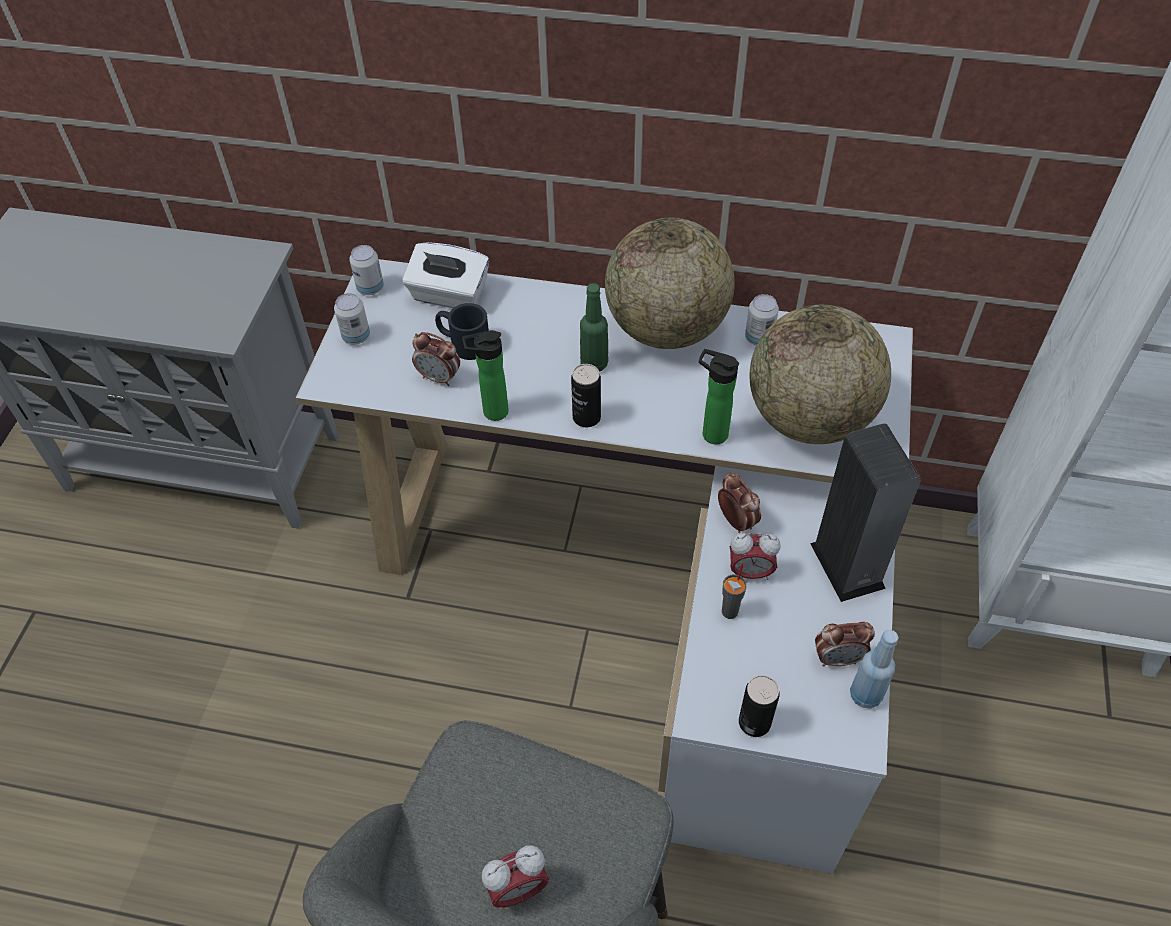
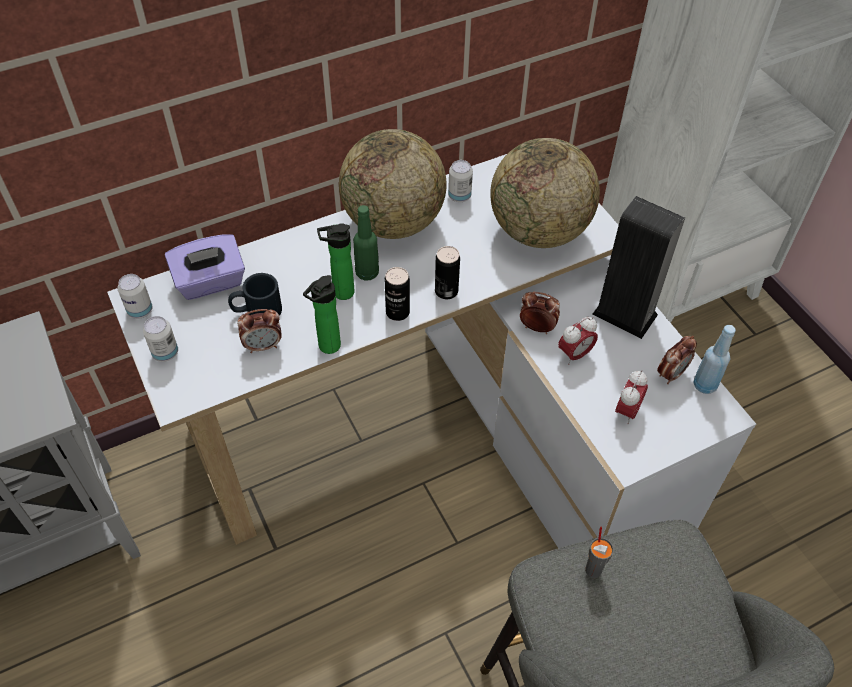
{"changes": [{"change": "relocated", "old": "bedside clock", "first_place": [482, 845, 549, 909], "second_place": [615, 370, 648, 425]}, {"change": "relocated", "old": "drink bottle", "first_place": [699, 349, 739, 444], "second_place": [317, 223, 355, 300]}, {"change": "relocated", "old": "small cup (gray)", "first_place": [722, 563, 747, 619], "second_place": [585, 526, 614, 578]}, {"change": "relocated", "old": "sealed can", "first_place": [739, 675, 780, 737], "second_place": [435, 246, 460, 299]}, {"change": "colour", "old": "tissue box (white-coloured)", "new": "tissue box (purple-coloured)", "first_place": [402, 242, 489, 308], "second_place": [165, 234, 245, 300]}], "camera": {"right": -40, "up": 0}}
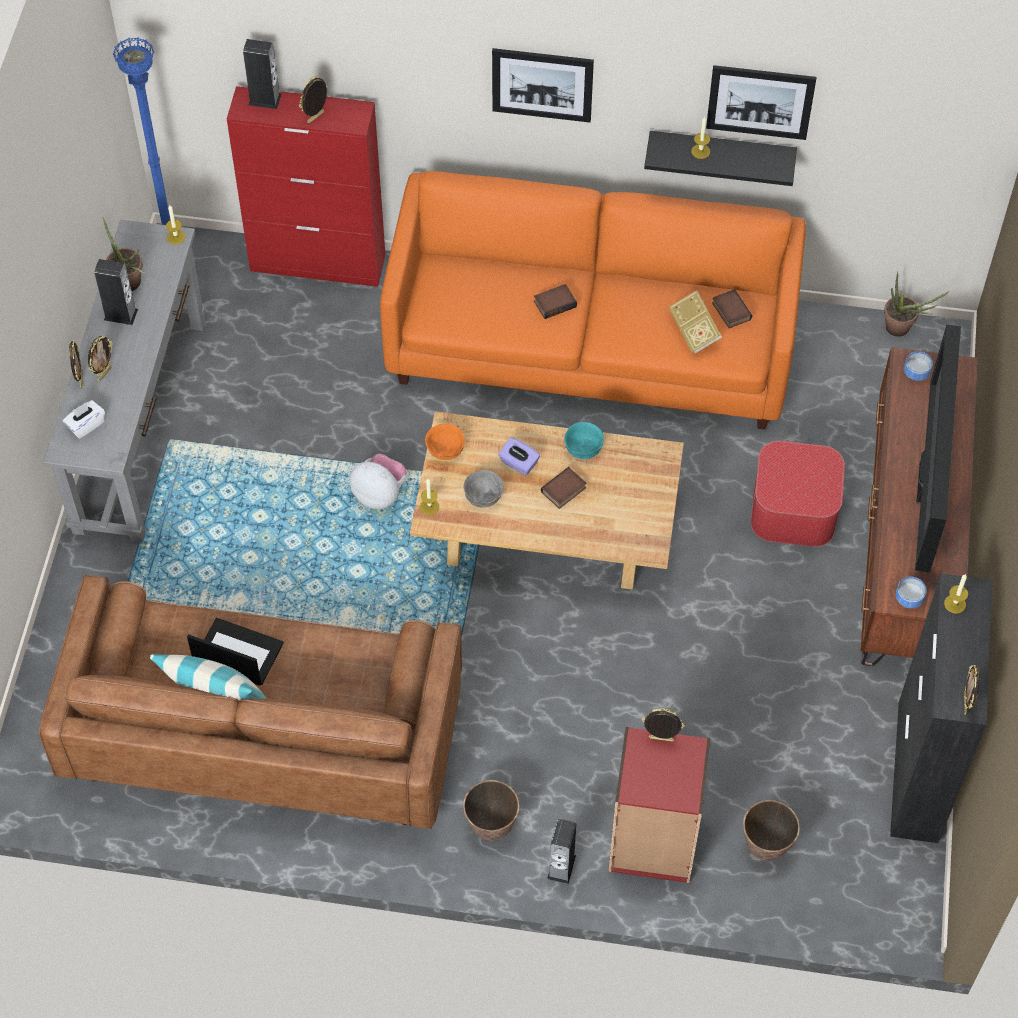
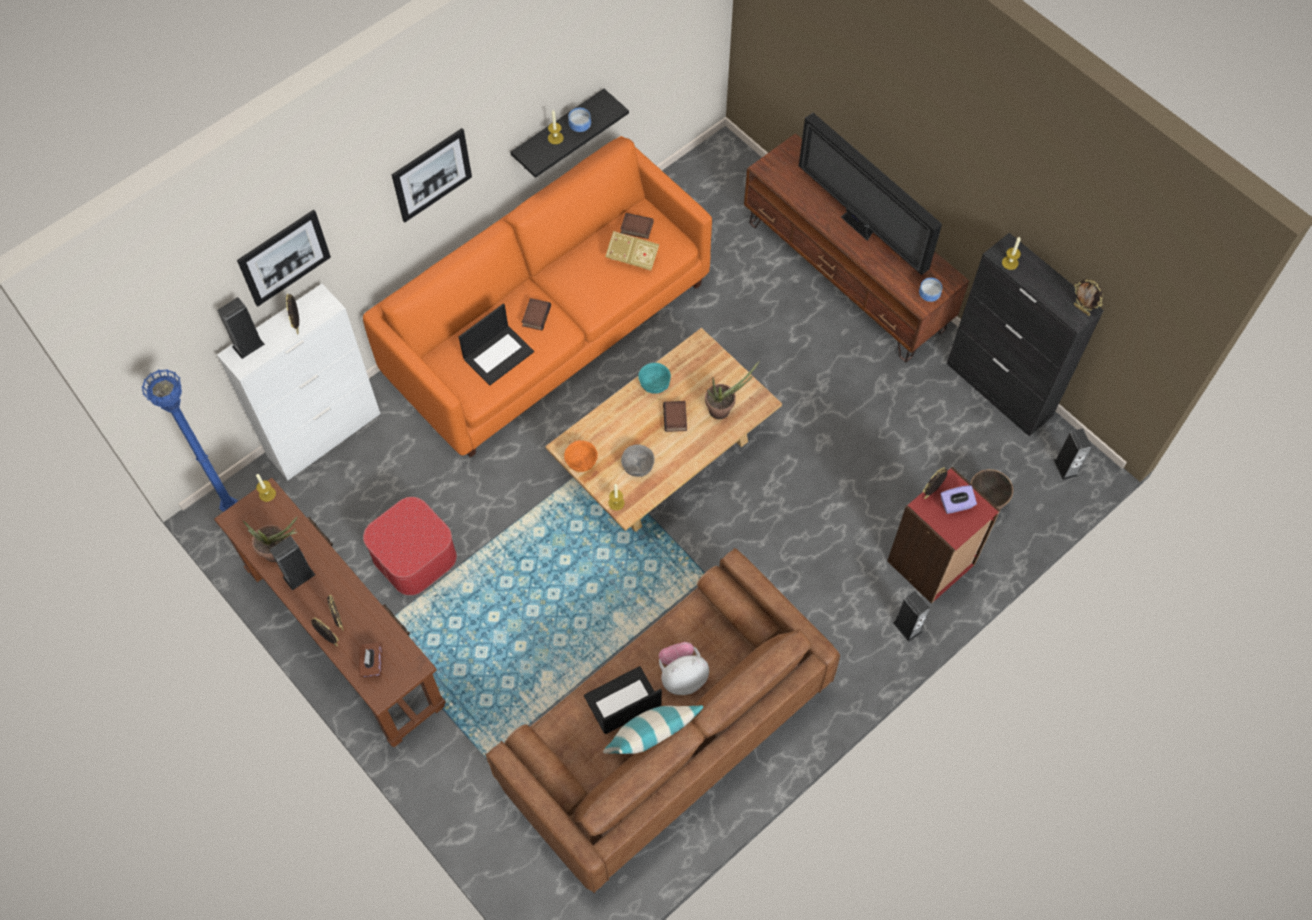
{"changes": [{"change": "missing", "old": "planter", "first_place": [463, 780, 520, 841]}, {"change": "appeared", "new": "notebook computer", "second_place": [459, 304, 534, 386]}, {"change": "appeared", "new": "loudspeaker", "second_place": [1054, 429, 1092, 480]}, {"change": "relocated", "old": "soft toy", "first_place": [350, 454, 406, 509], "second_place": [659, 642, 709, 695]}, {"change": "relocated", "old": "tissue box (purple-coloured)", "first_place": [498, 437, 540, 476], "second_place": [940, 485, 977, 514]}, {"change": "relocated", "old": "picture", "first_place": [706, 65, 816, 140], "second_place": [237, 210, 331, 307]}, {"change": "relocated", "old": "ottoman", "first_place": [751, 441, 845, 547], "second_place": [363, 497, 457, 595]}, {"change": "relocated", "old": "plant in a pot", "first_place": [884, 272, 950, 337], "second_place": [705, 360, 760, 419]}, {"change": "relocated", "old": "bowl", "first_place": [904, 351, 933, 381], "second_place": [568, 108, 591, 132]}, {"change": "colour", "old": "hall table (gray)", "new": "hall table (brown-coloured)", "first_place": [43, 220, 206, 542], "second_place": [214, 478, 446, 747]}, {"change": "colour", "old": "tissue box (white-coloured)", "new": "tissue box (brown-coloured)", "first_place": [63, 400, 105, 439], "second_place": [359, 642, 383, 678]}, {"change": "colour", "old": "cupboard (red)", "new": "cupboard (white-coloured)", "first_place": [227, 86, 385, 287], "second_place": [217, 284, 380, 480]}], "camera": {"right": -50, "up": 5}}
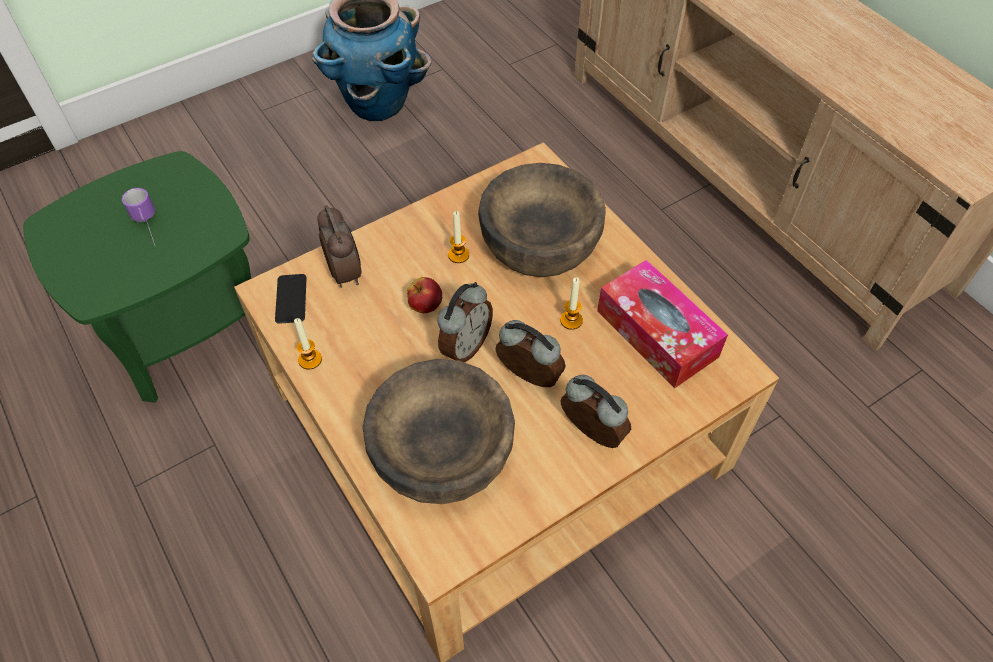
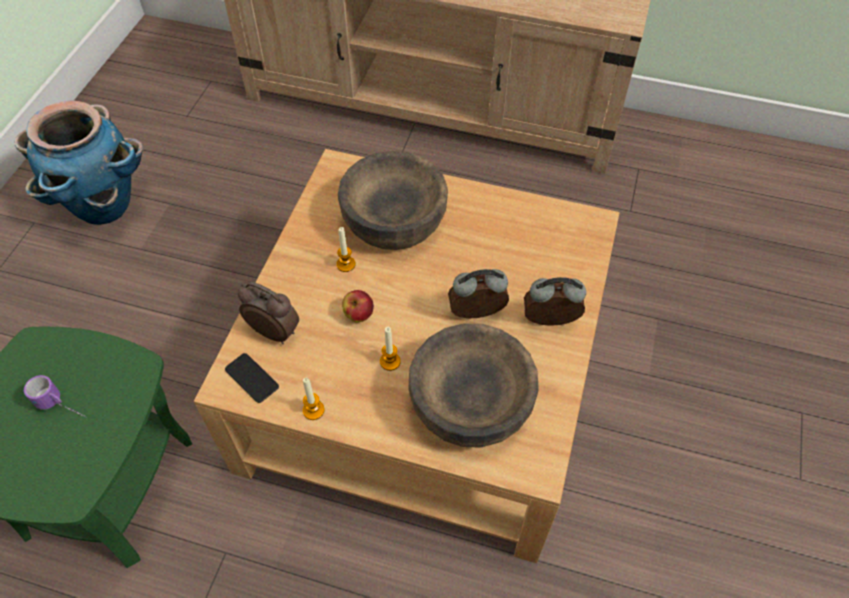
{"changes": [{"change": "missing", "old": "bedside clock", "first_place": [437, 282, 493, 362]}, {"change": "missing", "old": "tissue box", "first_place": [597, 260, 728, 388]}, {"change": "relocated", "old": "candle", "first_place": [560, 277, 583, 330], "second_place": [380, 327, 401, 371]}], "camera": {"right": -40, "up": 0}}
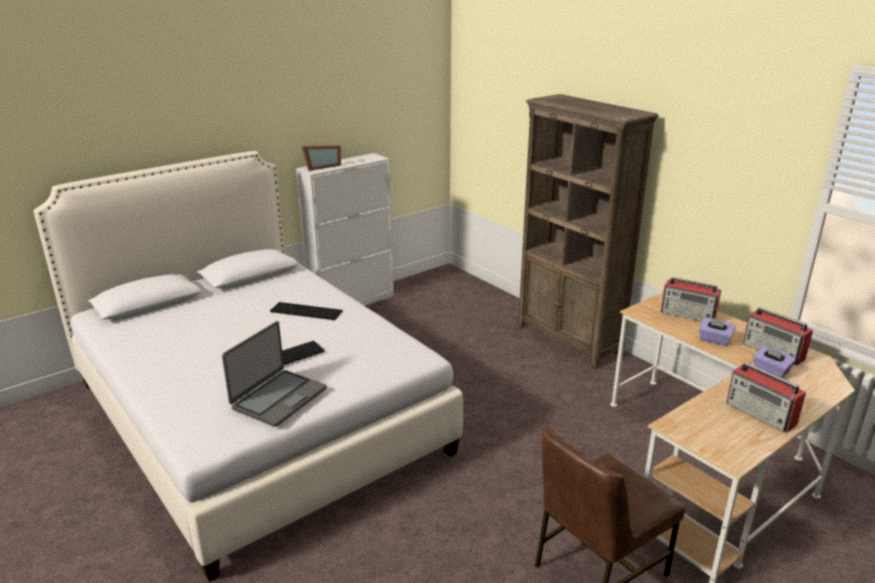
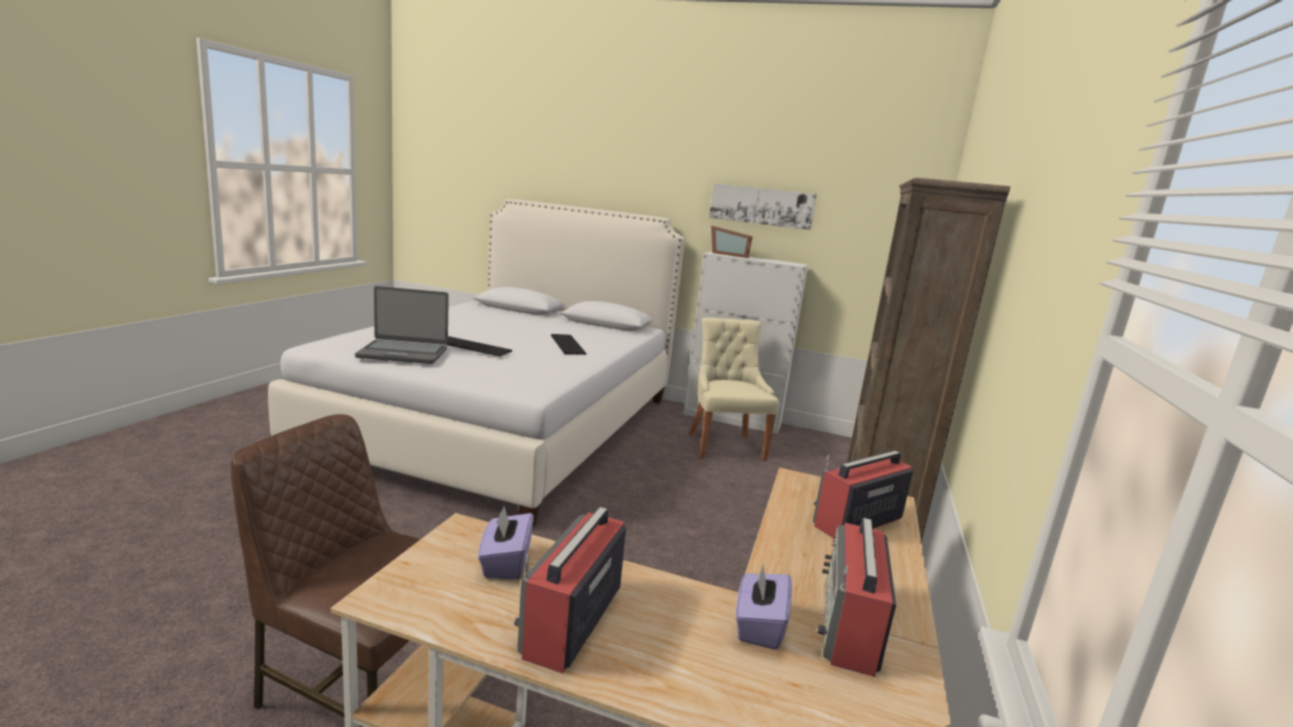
{"changes": [{"change": "appeared", "new": "chair (beige-coloured)", "second_place": [689, 317, 779, 460]}, {"change": "appeared", "new": "picture", "second_place": [709, 183, 817, 230]}, {"change": "relocated", "old": "tissue box (purple-coloured)", "first_place": [699, 318, 736, 346], "second_place": [478, 506, 534, 580]}, {"change": "spun", "old": "radio set", "first_place": [661, 277, 721, 321], "second_place": [813, 451, 913, 538], "degrees": 60}], "camera": {"right": 55, "up": -10}}
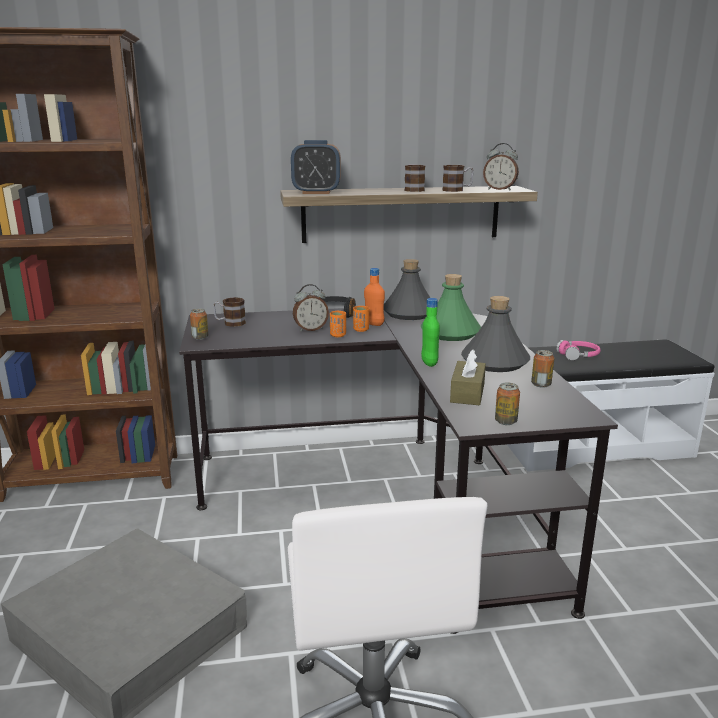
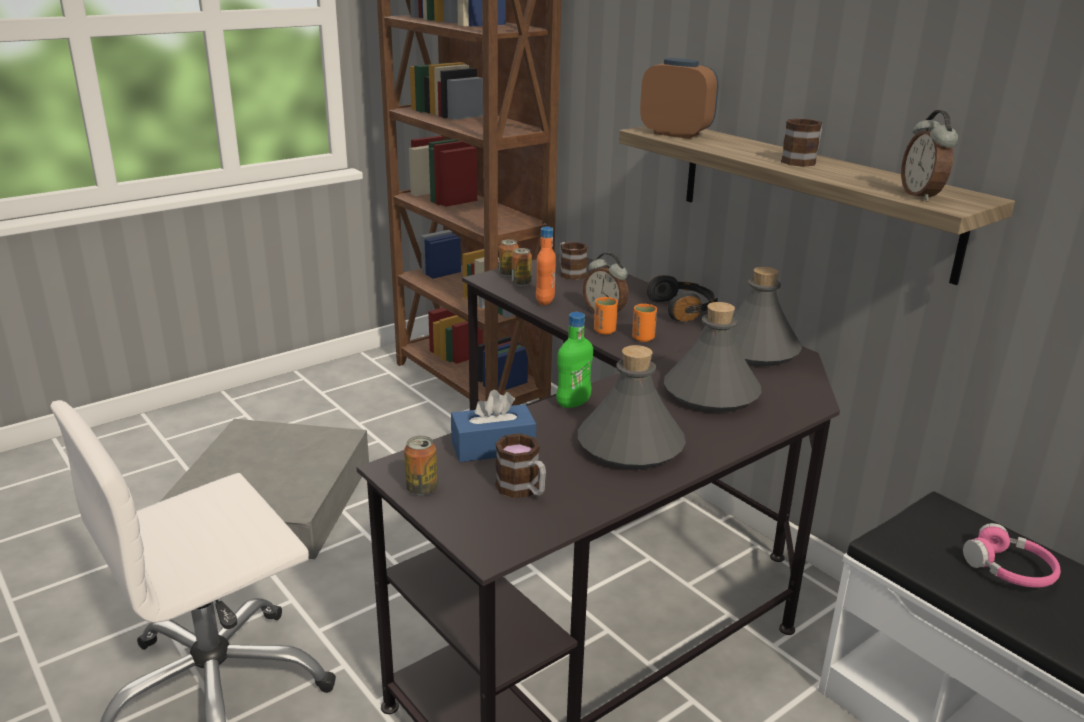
{"changes": [{"change": "relocated", "old": "drink bottle (orange-coloured)", "first_place": [364, 268, 385, 326], "second_place": [536, 226, 556, 305]}, {"change": "relocated", "old": "coffee mug", "first_place": [442, 165, 474, 192], "second_place": [496, 433, 546, 498]}, {"change": "relocated", "old": "sealed can", "first_place": [531, 350, 554, 388], "second_place": [512, 248, 532, 286]}, {"change": "colour", "old": "drink bottle (greenish)", "new": "drink bottle (gray)", "first_place": [421, 274, 481, 341], "second_place": [664, 302, 762, 412]}, {"change": "colour", "old": "tissue box (brown-coloured)", "new": "tissue box (blue)", "first_place": [450, 349, 486, 406], "second_place": [451, 390, 536, 462]}, {"change": "spun", "old": "bedside clock", "first_place": [291, 140, 341, 194], "second_place": [640, 58, 719, 139], "degrees": 150}], "camera": {"right": 60, "up": 5}}
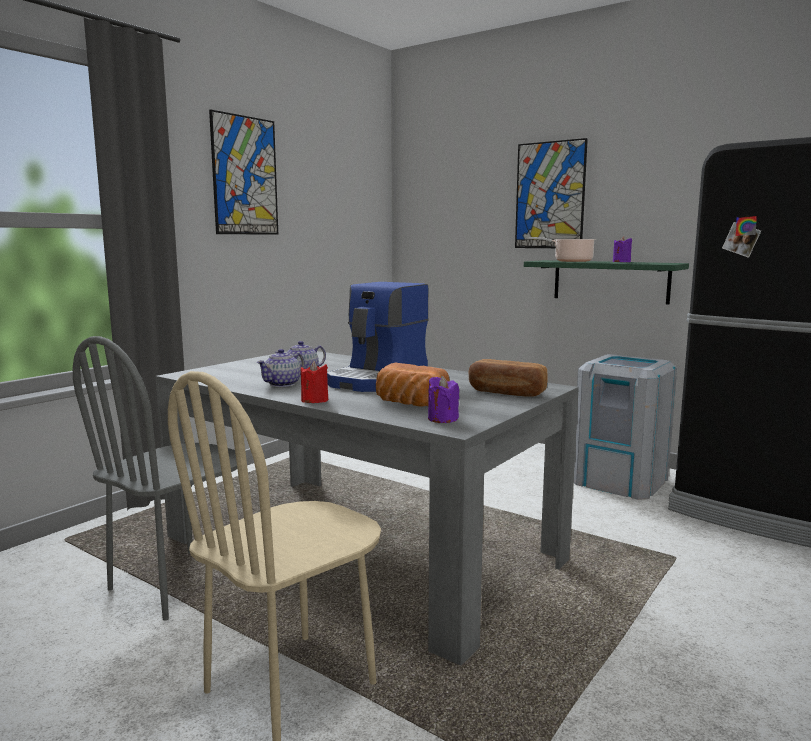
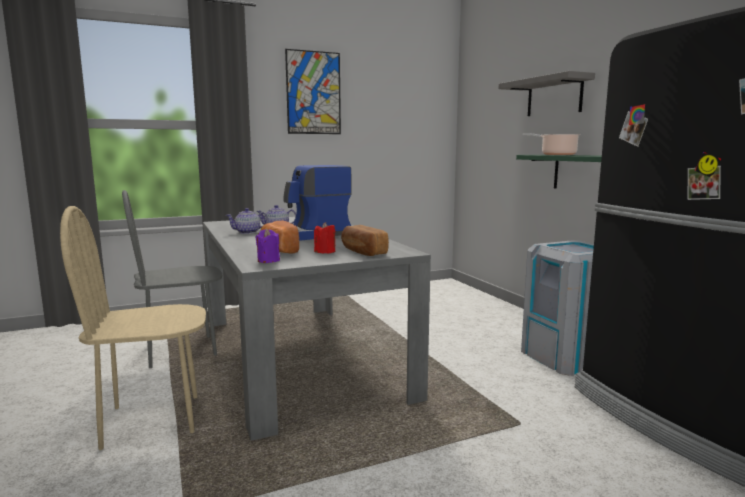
{"changes": [{"change": "missing", "old": "candle (purple-coloured)", "first_place": [613, 236, 632, 262]}, {"change": "relocated", "old": "candle (red)", "first_place": [301, 361, 328, 403], "second_place": [314, 222, 335, 253]}, {"change": "exchanged", "old": "picture", "new": "wall shelf (gray)", "first_place": [515, 138, 588, 248], "second_place": [498, 71, 595, 116]}], "camera": {"right": 30, "up": 0}}
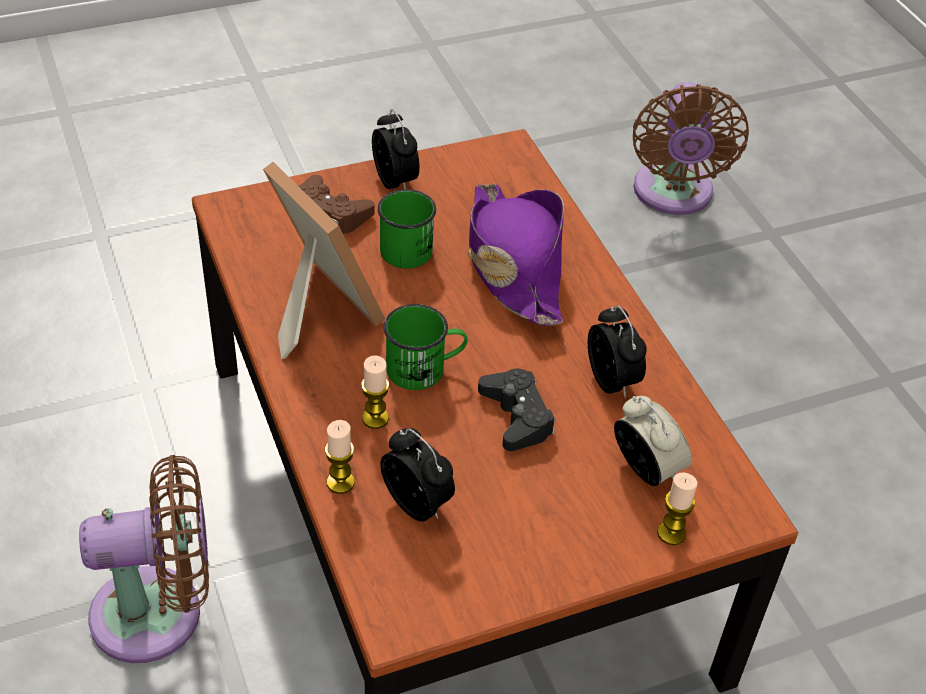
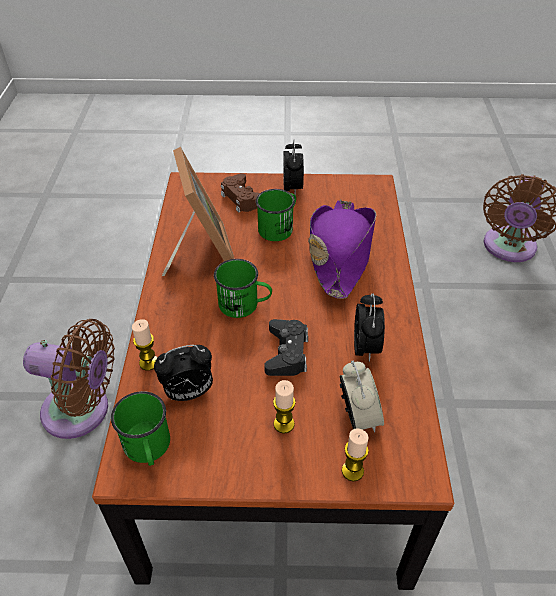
{"changes": [{"change": "appeared", "new": "coffee mug (greenish)", "second_place": [111, 391, 170, 466]}, {"change": "relocated", "old": "candle", "first_place": [361, 356, 389, 429], "second_place": [273, 380, 296, 434]}, {"change": "spun", "old": "bedside clock", "first_place": [380, 428, 455, 522], "second_place": [154, 345, 213, 401], "degrees": 90}], "camera": {"right": 25, "up": 0}}
